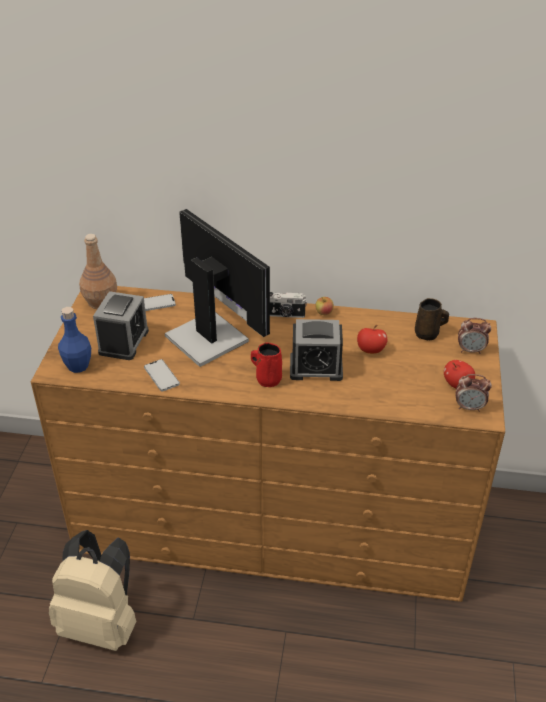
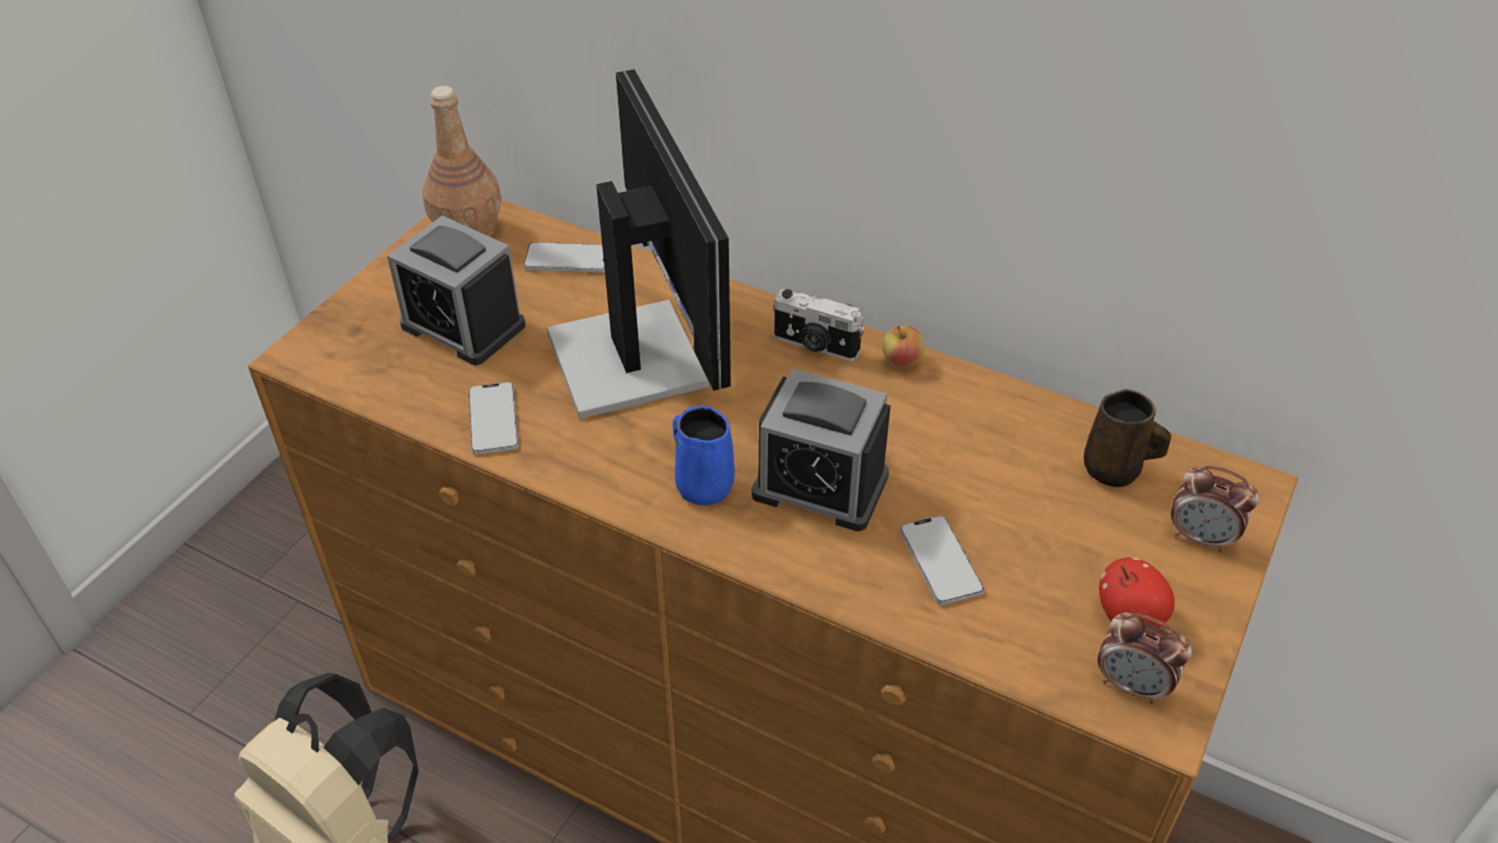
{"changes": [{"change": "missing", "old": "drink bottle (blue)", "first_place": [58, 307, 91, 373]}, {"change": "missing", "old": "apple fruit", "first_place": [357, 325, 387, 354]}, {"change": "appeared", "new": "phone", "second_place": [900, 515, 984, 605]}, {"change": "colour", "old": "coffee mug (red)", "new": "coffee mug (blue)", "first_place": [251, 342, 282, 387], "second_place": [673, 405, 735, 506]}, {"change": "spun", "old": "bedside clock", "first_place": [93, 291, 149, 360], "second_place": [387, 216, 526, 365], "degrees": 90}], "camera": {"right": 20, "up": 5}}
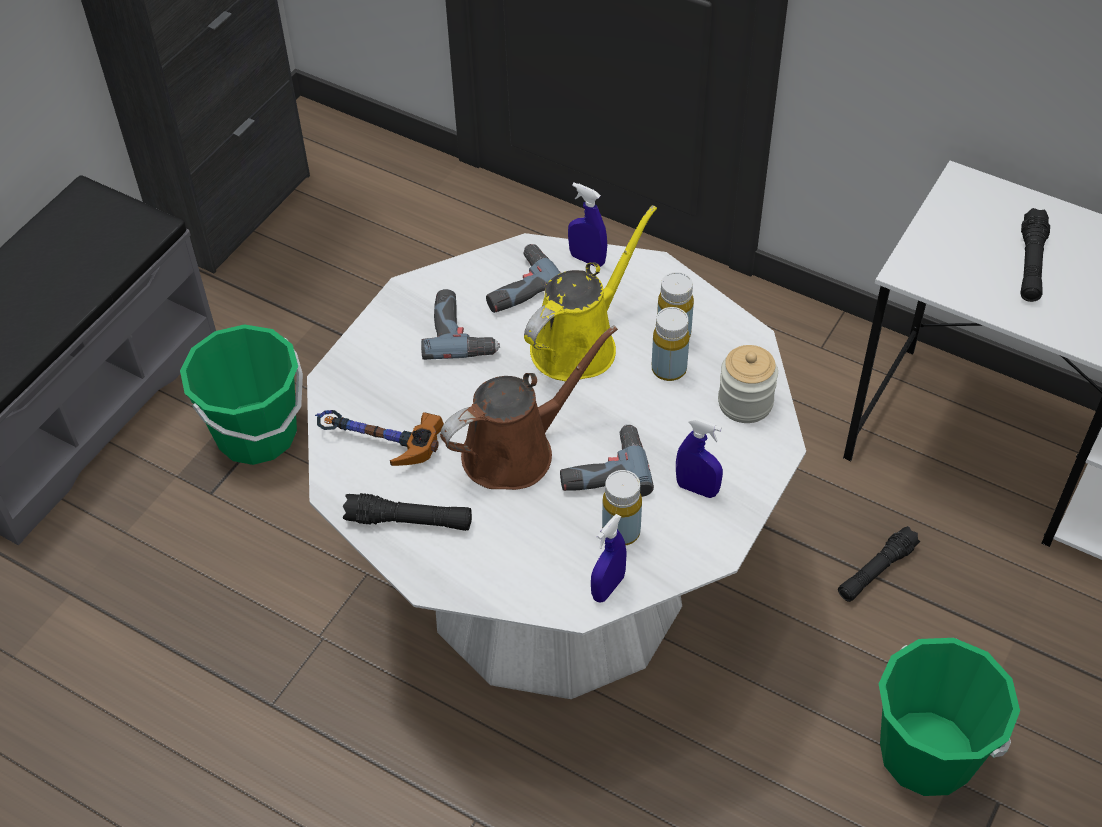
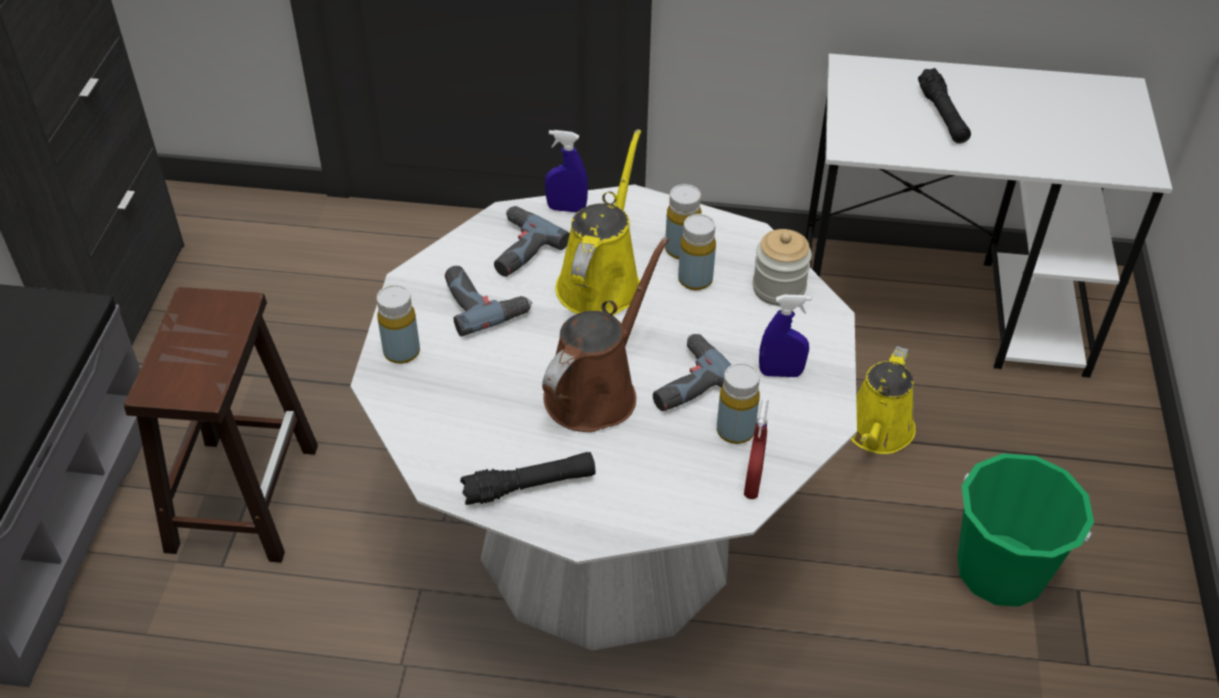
{"changes": [{"change": "missing", "old": "tool hammer", "first_place": [315, 410, 444, 466]}, {"change": "appeared", "new": "drink bottle (yellow-coloured)", "second_place": [377, 285, 420, 364]}, {"change": "exchanged", "old": "water bucket (greenish)", "new": "stool (brown-coloured)", "first_place": [180, 324, 303, 465], "second_place": [124, 287, 318, 563]}, {"change": "exchanged", "old": "hand torch (black)", "new": "sprinkling can (yellow-coloured)", "first_place": [838, 526, 920, 602], "second_place": [851, 346, 916, 454]}, {"change": "colour", "old": "hand sprayer (blue)", "new": "hand sprayer (red)", "first_place": [591, 514, 627, 603], "second_place": [744, 399, 769, 499]}], "camera": {"right": -25, "up": -5}}
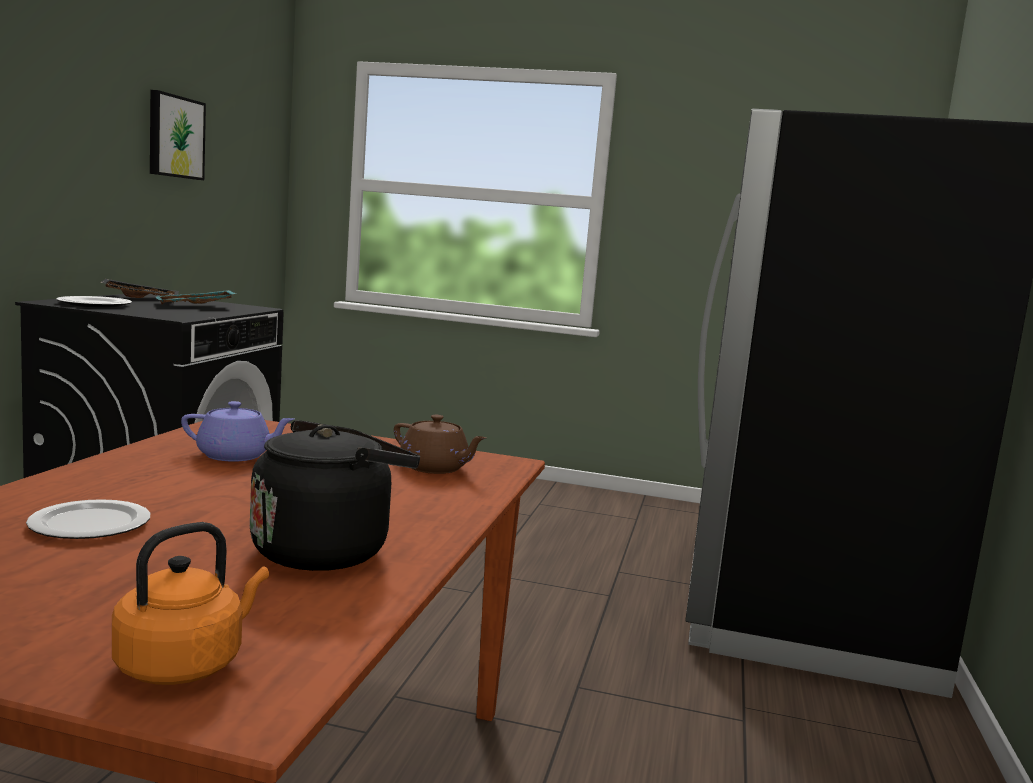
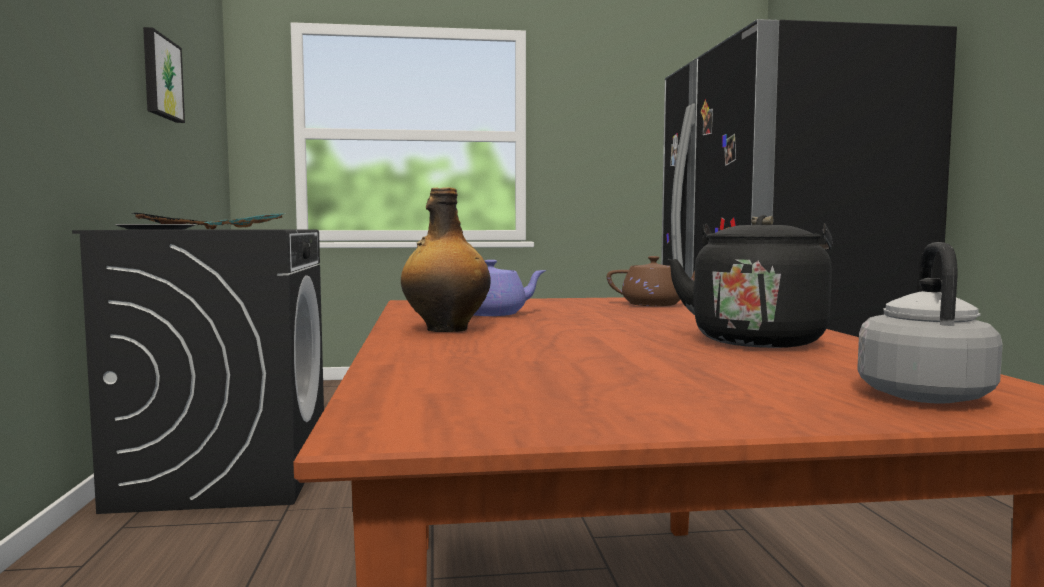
{"changes": [{"change": "missing", "old": "dinner plate", "first_place": [26, 499, 150, 539]}, {"change": "appeared", "new": "drink bottle", "second_place": [401, 187, 491, 332]}, {"change": "colour", "old": "water kettle (orange-coloured)", "new": "water kettle (gray)", "first_place": [112, 522, 269, 685], "second_place": [857, 242, 1003, 404]}], "camera": {"right": -20, "up": -5}}
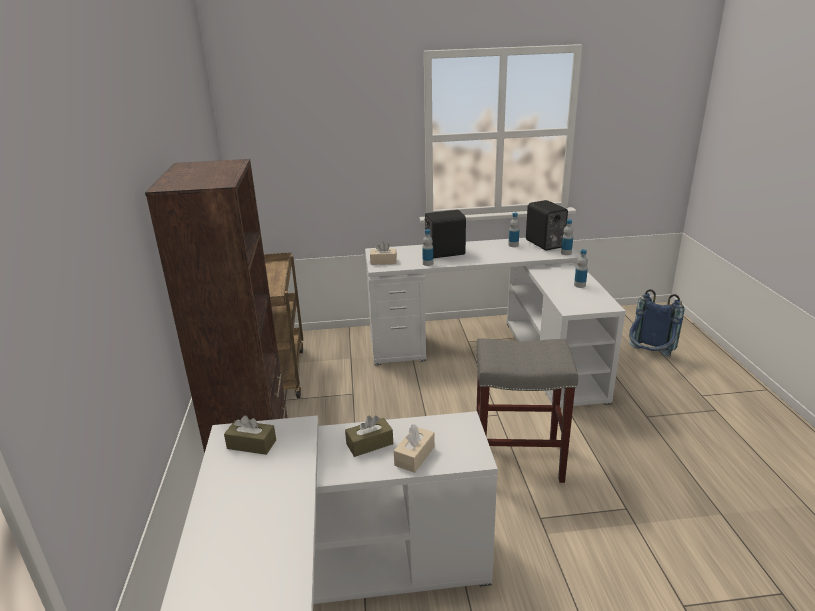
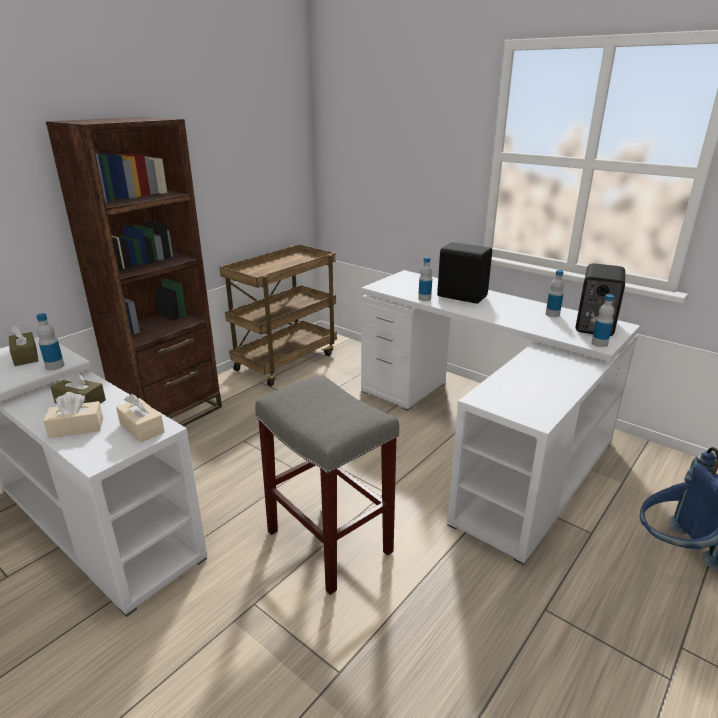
{"changes": [{"change": "relocated", "old": "tissue box (beige-coloured)", "first_place": [370, 241, 397, 265], "second_place": [116, 394, 165, 443]}, {"change": "relocated", "old": "drink bottle", "first_place": [574, 249, 588, 288], "second_place": [36, 313, 64, 370]}], "camera": {"right": 45, "up": 0}}
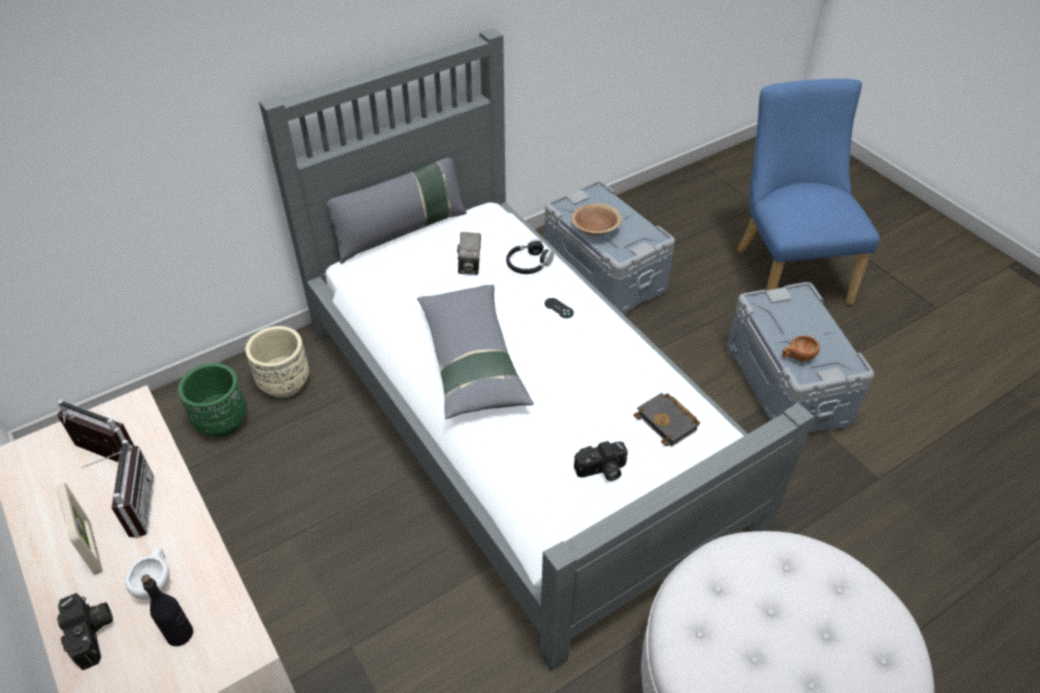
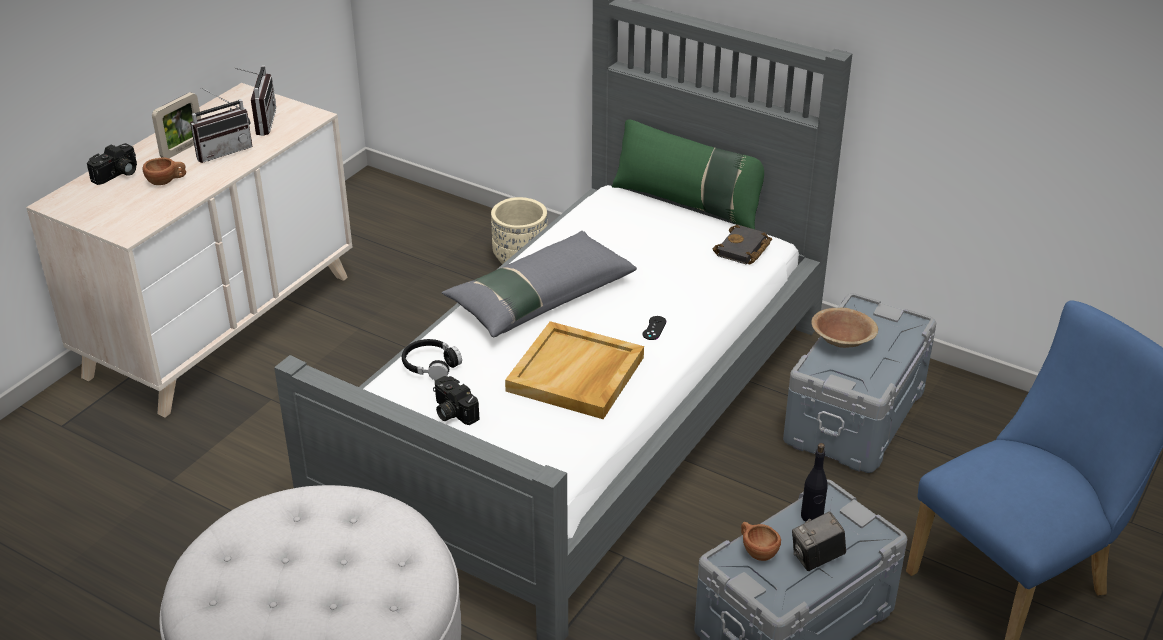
{"changes": [{"change": "missing", "old": "planter (greenish)", "first_place": [178, 363, 247, 437]}, {"change": "appeared", "new": "tray (beige-coloured)", "second_place": [505, 321, 644, 419]}, {"change": "relocated", "old": "drink bottle (black)", "first_place": [141, 575, 193, 646], "second_place": [801, 443, 828, 522]}, {"change": "relocated", "old": "photo camera", "first_place": [457, 232, 481, 275], "second_place": [792, 511, 846, 571]}, {"change": "relocated", "old": "headphones (black)", "first_place": [506, 239, 554, 274], "second_place": [402, 339, 462, 380]}, {"change": "relocated", "old": "bound book (black)", "first_place": [633, 393, 700, 447], "second_place": [713, 225, 772, 265]}, {"change": "colour", "old": "small cup (white-coloured)", "new": "small cup (brown-coloured)", "first_place": [125, 547, 170, 600], "second_place": [142, 157, 186, 185]}, {"change": "colour", "old": "cushion (gray)", "new": "cushion (greenish)", "first_place": [326, 158, 467, 264], "second_place": [612, 119, 764, 229]}], "camera": {"right": 65, "up": -10}}
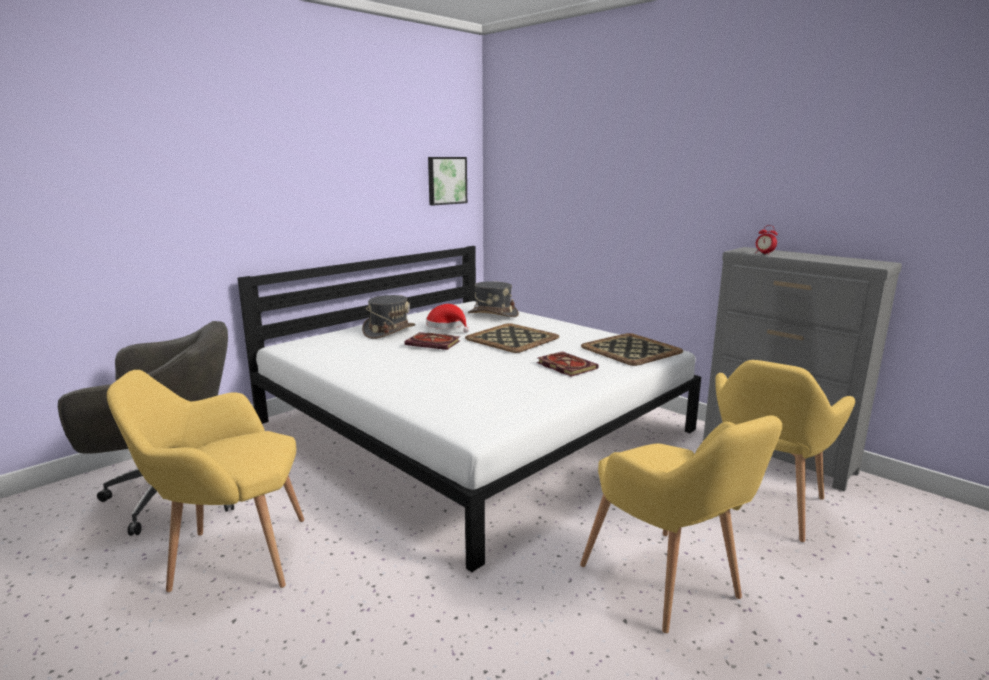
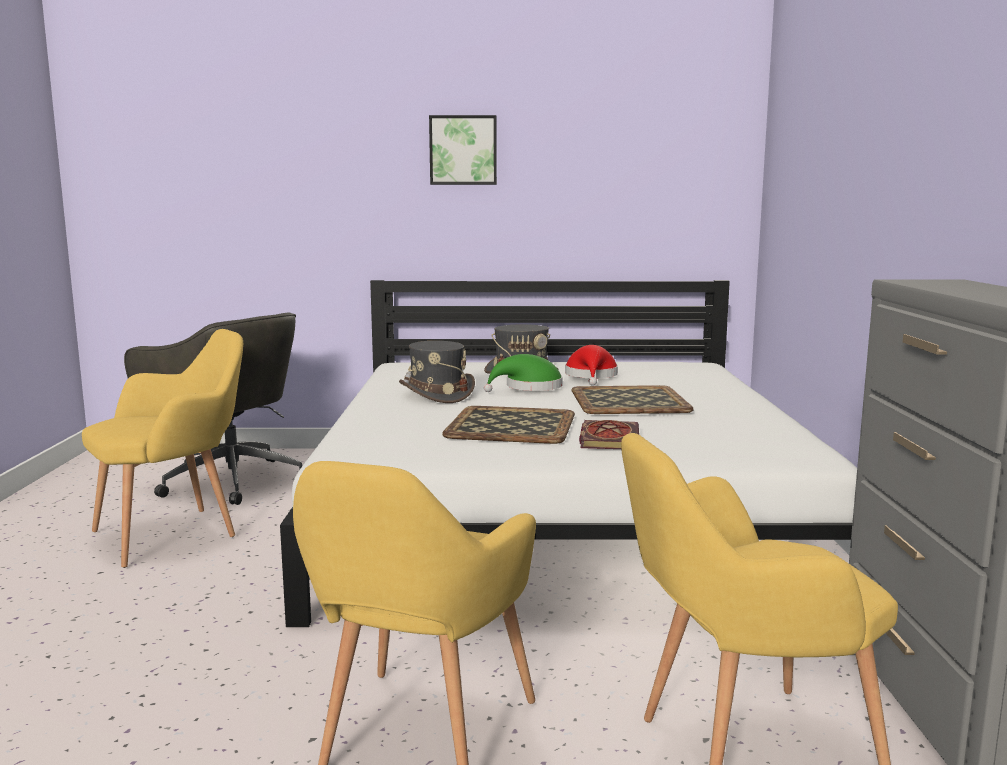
{"changes": [{"change": "missing", "old": "bedside clock", "first_place": [756, 225, 778, 254]}, {"change": "relocated", "old": "picture", "first_place": [428, 157, 467, 205], "second_place": [429, 115, 497, 185]}, {"change": "relocated", "old": "clothing hat (gray)", "first_place": [468, 281, 519, 317], "second_place": [399, 341, 475, 403]}, {"change": "relocated", "old": "tray", "first_place": [581, 333, 683, 366], "second_place": [442, 406, 575, 444]}, {"change": "exchanged", "old": "bound book", "new": "clothing hat (greenish)", "first_place": [404, 332, 460, 350], "second_place": [484, 354, 563, 392]}, {"change": "spun", "old": "armchair (yellow-coloured)", "first_place": [107, 370, 304, 592], "second_place": [82, 329, 243, 568], "degrees": 105}], "camera": {"right": 45, "up": -5}}
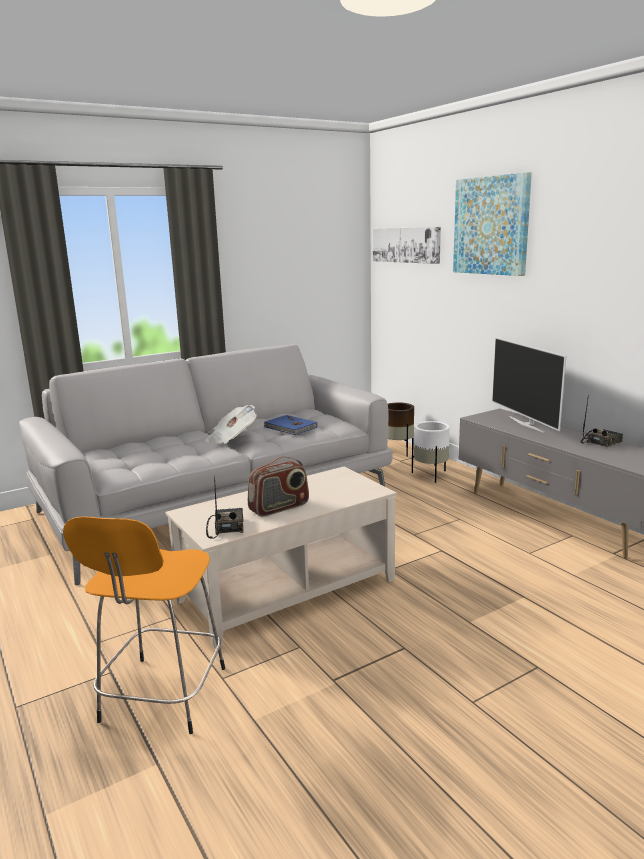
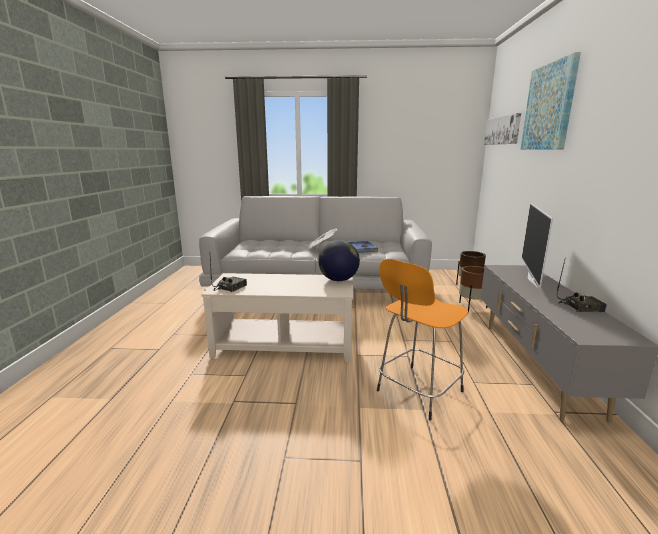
{"changes": [{"change": "missing", "old": "radio set", "first_place": [248, 457, 309, 517]}, {"change": "appeared", "new": "globe", "second_place": [318, 240, 360, 281]}, {"change": "relocated", "old": "stool (orange-coloured)", "first_place": [63, 516, 225, 734], "second_place": [377, 259, 468, 420]}, {"change": "colour", "old": "planter (white-coloured)", "new": "planter (brown-coloured)", "first_place": [412, 421, 450, 483], "second_place": [459, 266, 487, 314]}], "camera": {"right": 35, "up": 0}}
